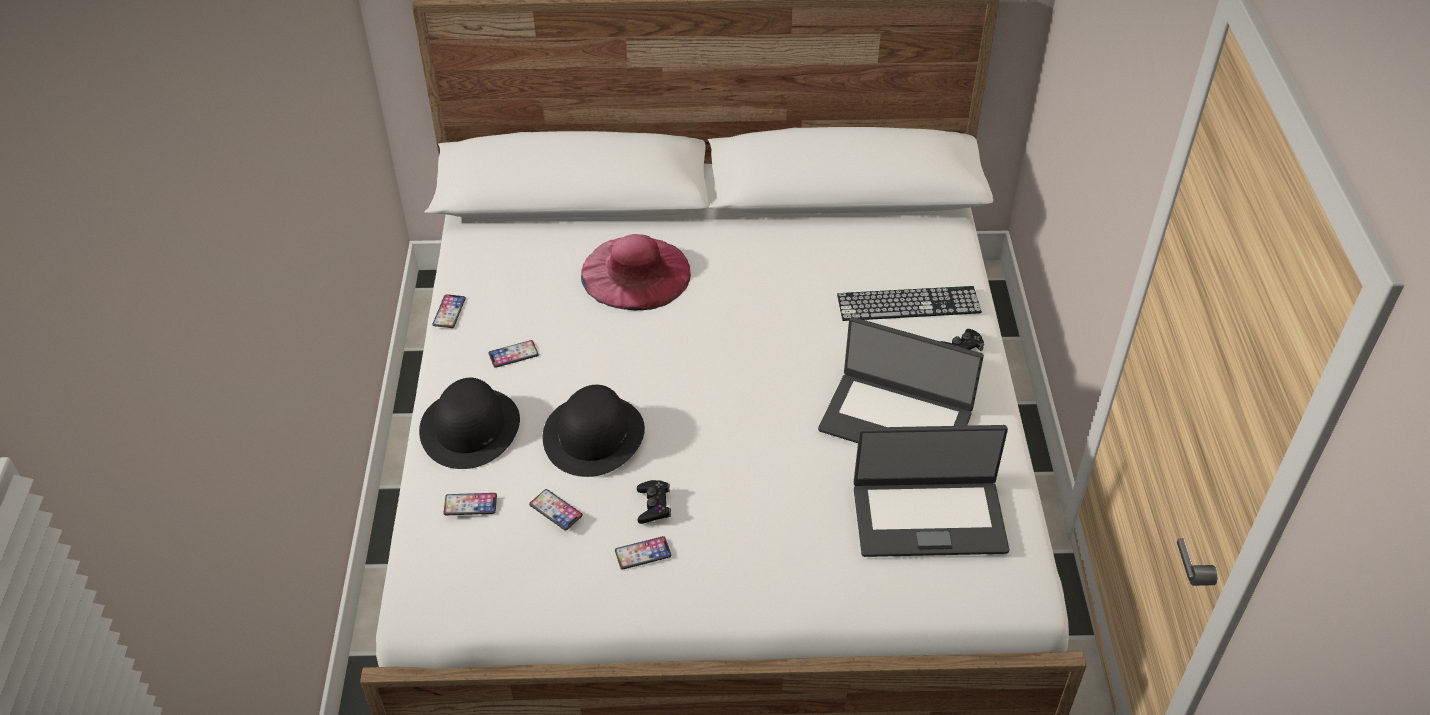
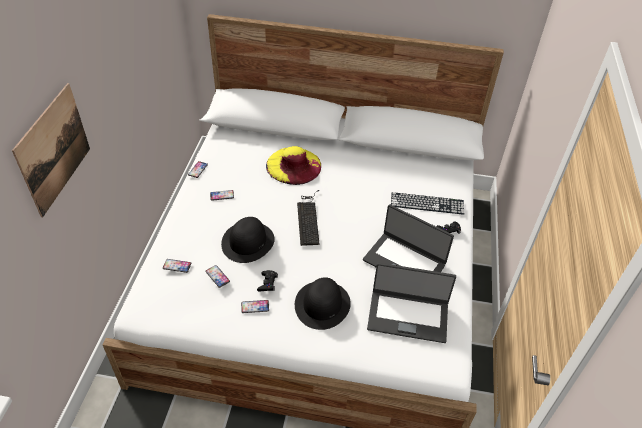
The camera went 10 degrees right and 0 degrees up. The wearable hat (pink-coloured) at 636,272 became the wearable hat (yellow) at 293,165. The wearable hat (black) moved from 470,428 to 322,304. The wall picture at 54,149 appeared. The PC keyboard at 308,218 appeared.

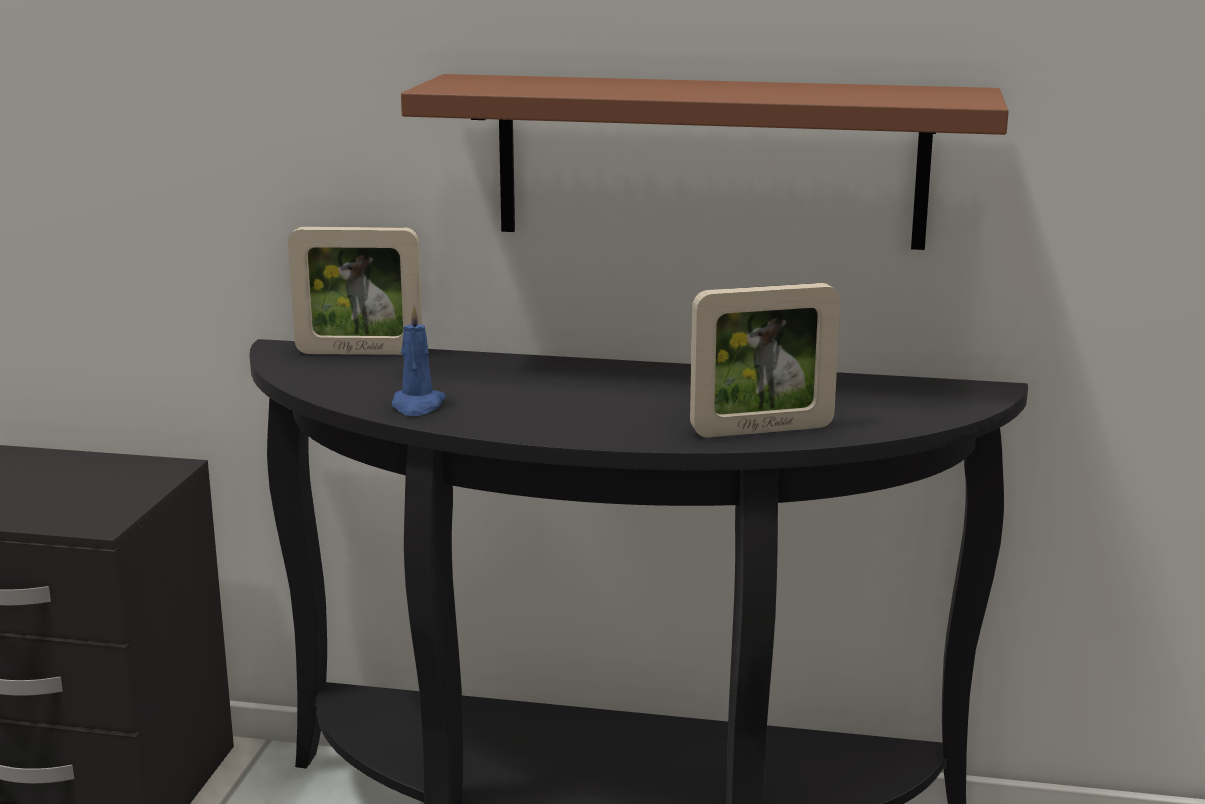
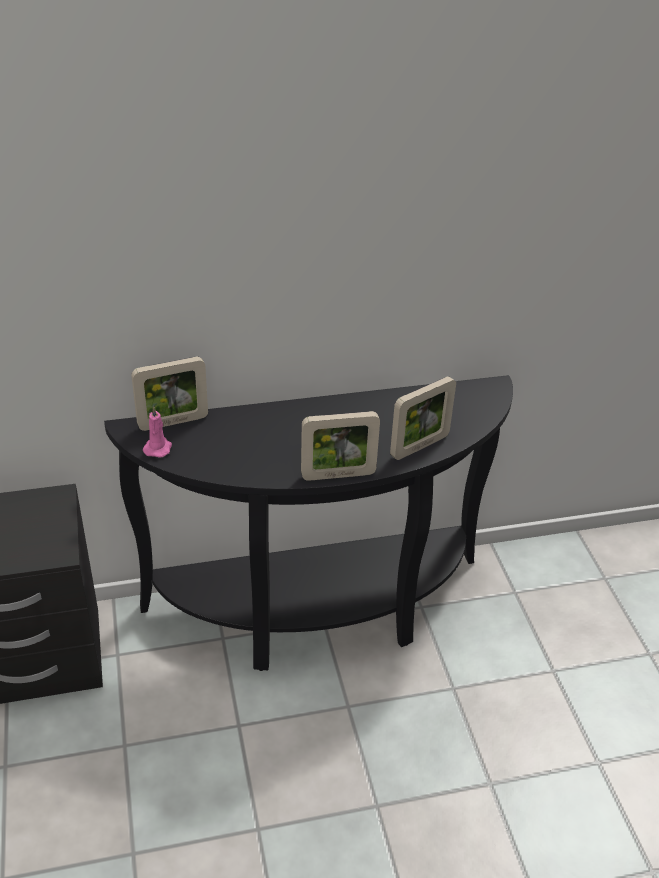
The camera went 25 degrees left and 20 degrees up. The bracket shelf (brown-coloured) at 710,161 disappeared. The candle (blue) at 417,406 disappeared. The candle (pink-coloured) at 158,448 appeared. The photo frame at 338,475 appeared.

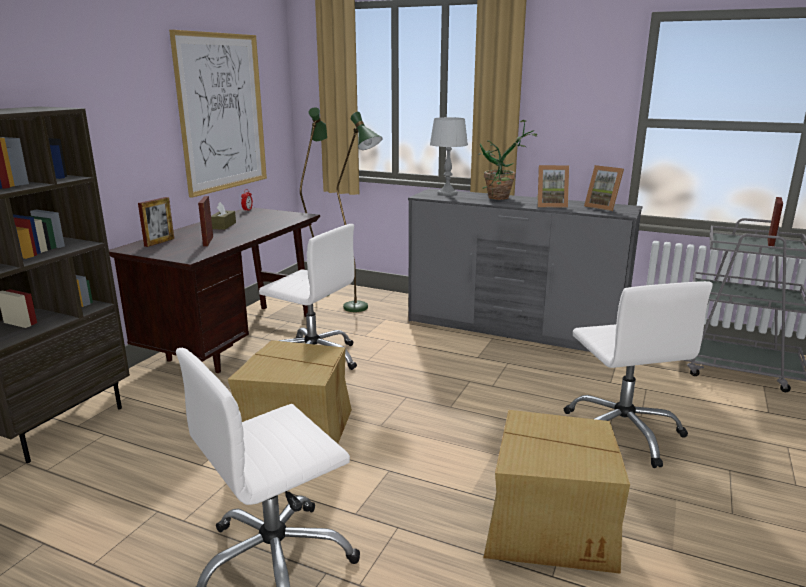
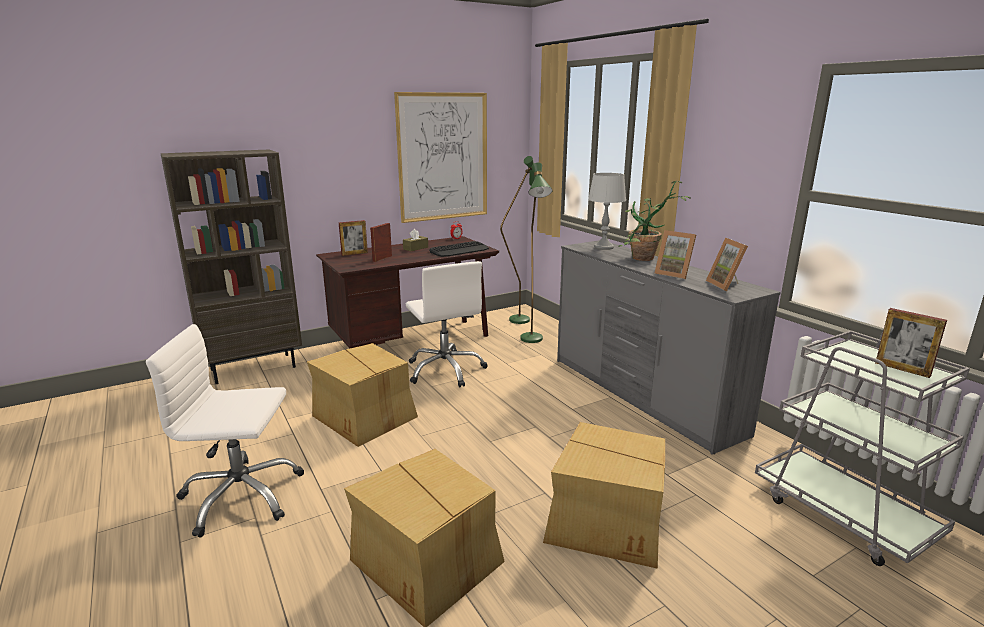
The camera went 35 degrees right and 0 degrees up. The photo frame at 770,244 turned 75 degrees clockwise. The office chair (white-coloured) at 622,432 was replaced by the cardboard box at 606,522. The PC keyboard at 459,250 appeared.

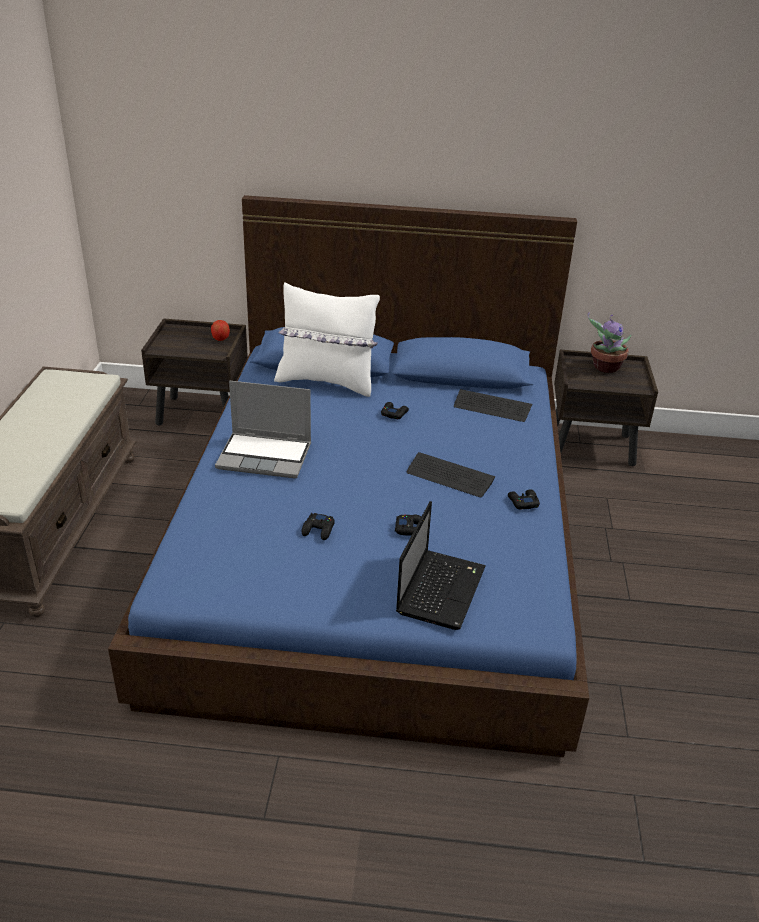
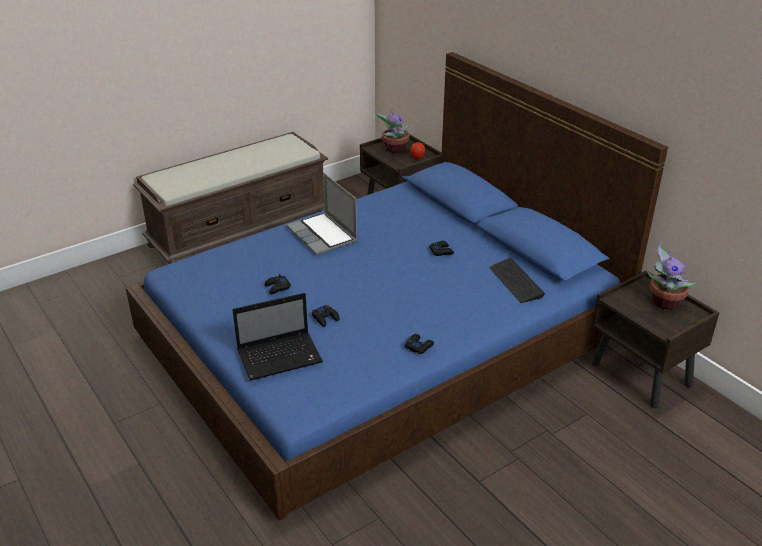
The camera went 50 degrees right and 0 degrees up. The throw pillow (white-coloured) at 327,382 disappeared. The PC keyboard at 449,476 disappeared. The houseplant at 394,149 appeared.

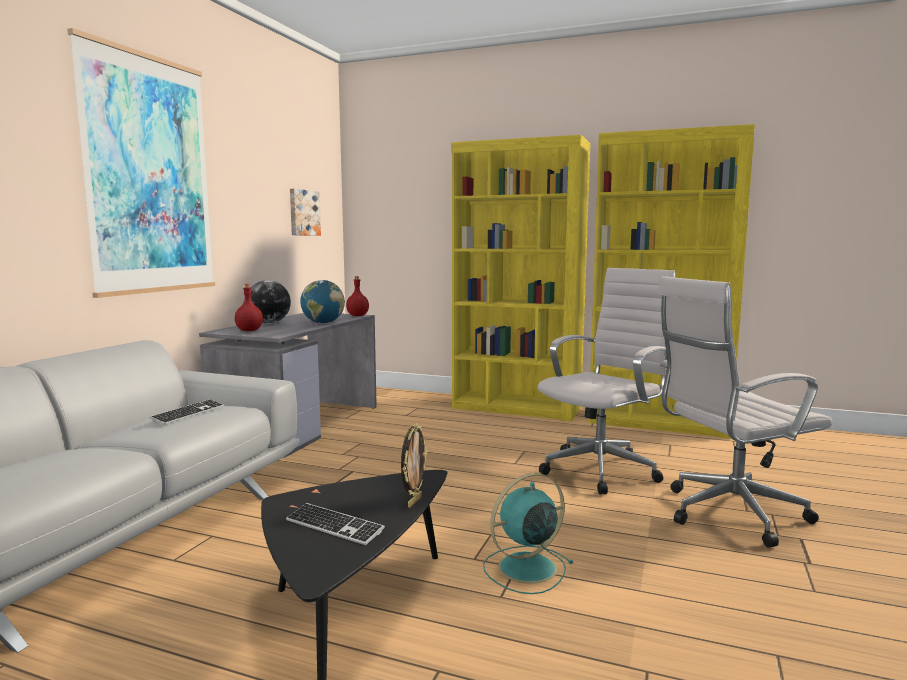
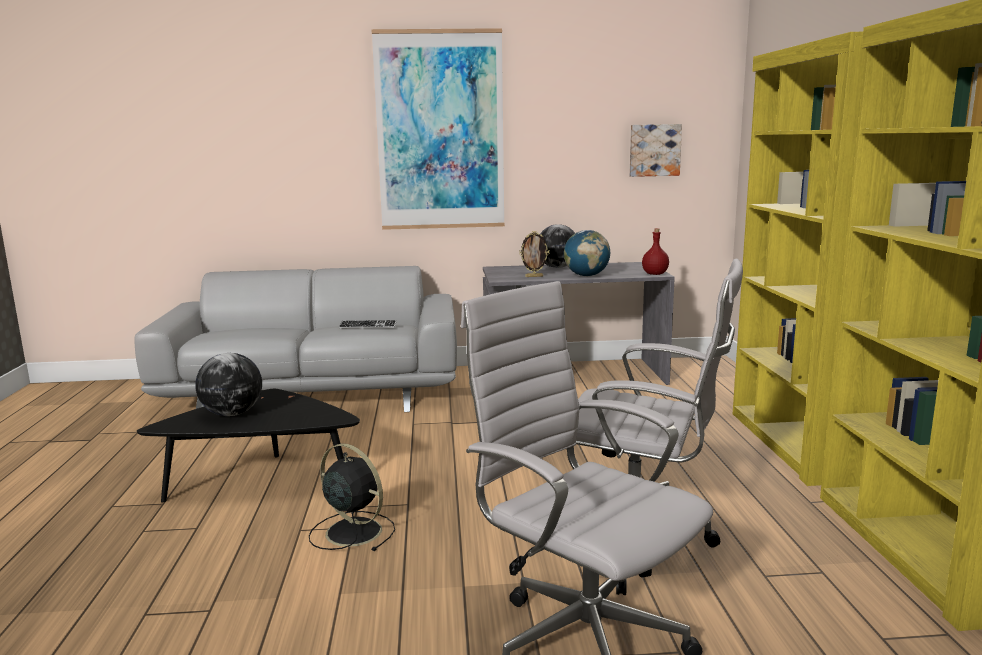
The camera went 65 degrees right and 5 degrees up. The beverage bottle (red) at 249,330 disappeared. The photo frame moved from 414,501 to 534,276. The fan (turquoise) at 525,568 became the fan (black) at 352,531. The PC keyboard at 334,526 was replaced by the desk globe at 232,414.

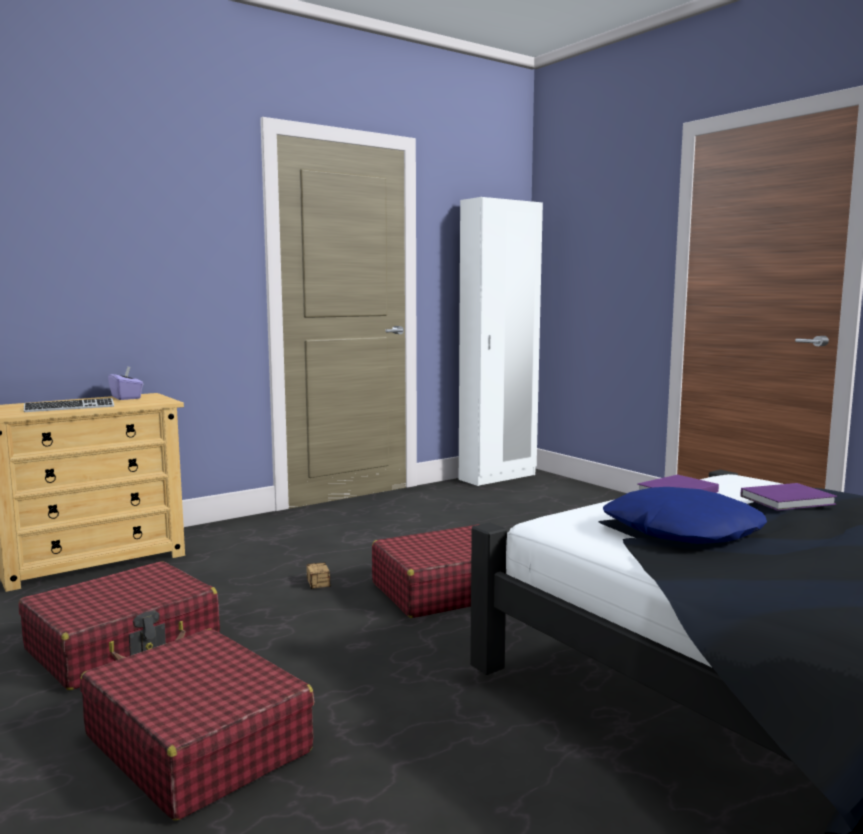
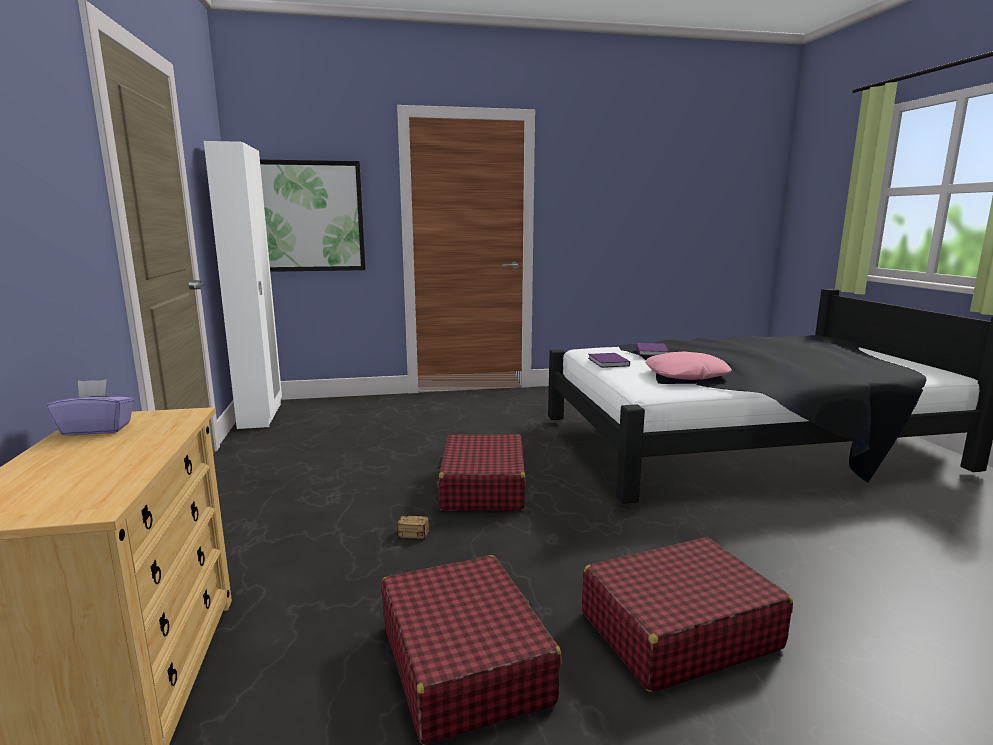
The camera went 65 degrees left and 5 degrees up. The PC keyboard at 69,407 disappeared. The throw pillow (blue) at 681,531 became the throw pillow (pink-coloured) at 686,375. The wall picture at 308,216 appeared.

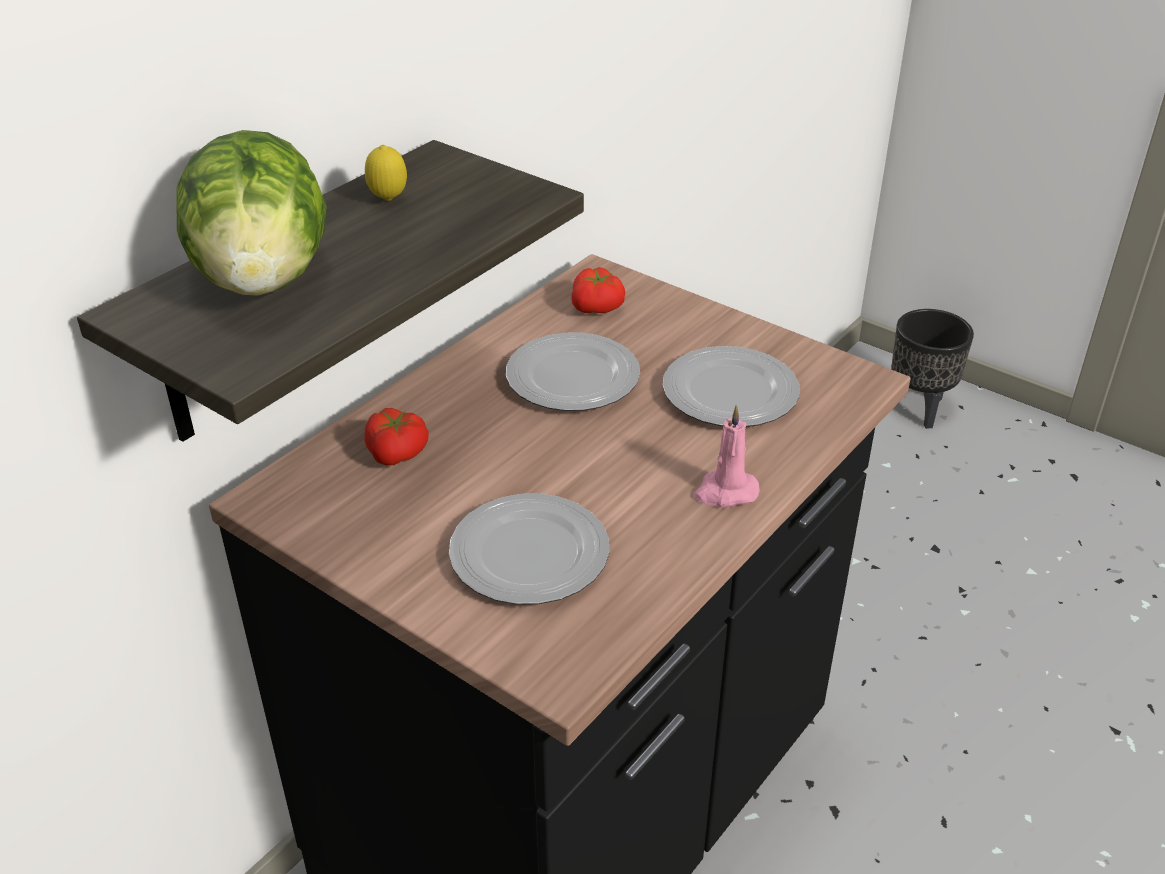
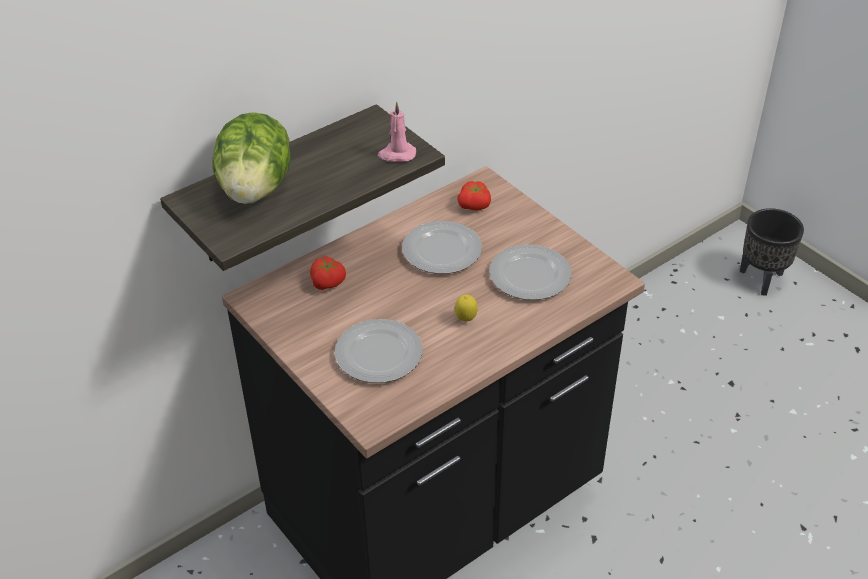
The camera went 15 degrees right and 5 degrees up. The lemon moved from 388,200 to 466,320. The candle (pink-coloured) moved from 725,492 to 396,154.

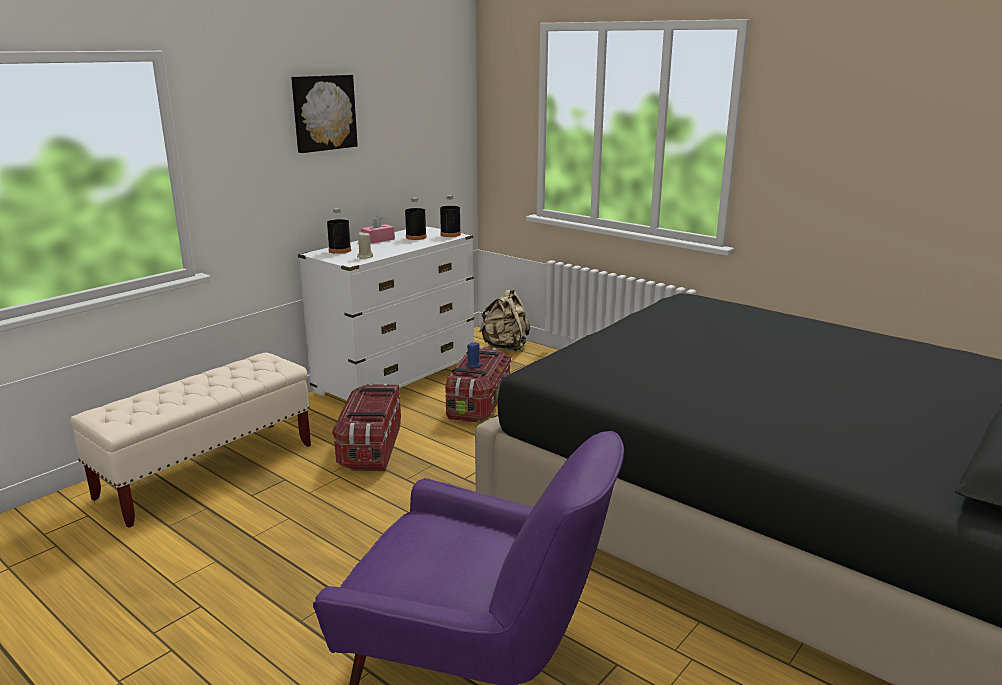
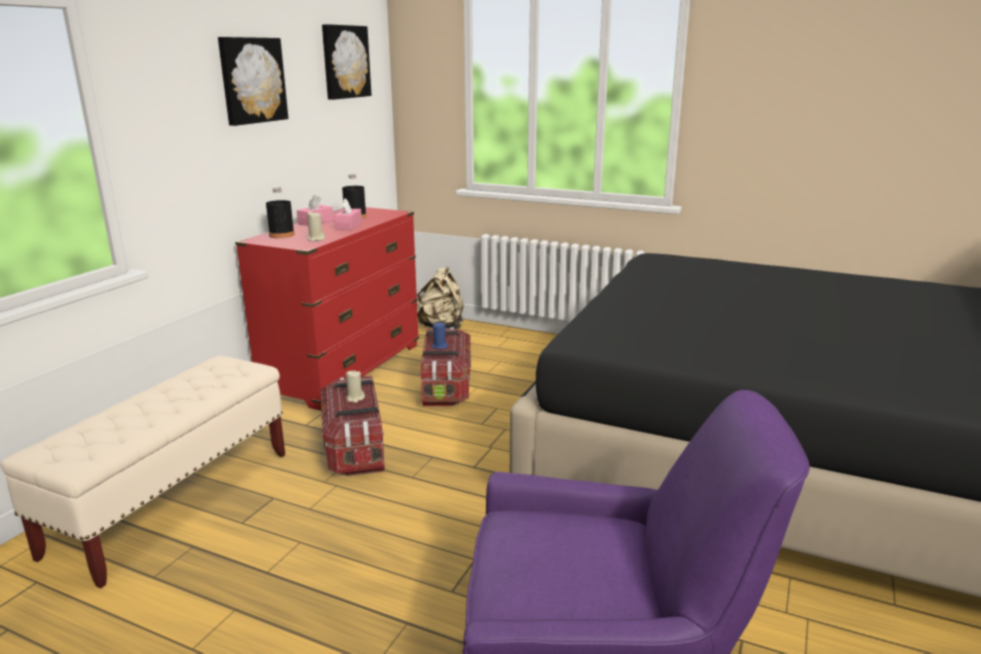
The camera went 15 degrees left and 0 degrees up. The beverage bottle (black) at 450,234 disappeared. The drawer chest (white-coloured) at 396,377 became the drawer chest (red) at 344,370. The wall picture at 344,62 appeared. The tissue box (pink-coloured) at 348,226 appeared. The candle (beige) at 355,398 appeared.

